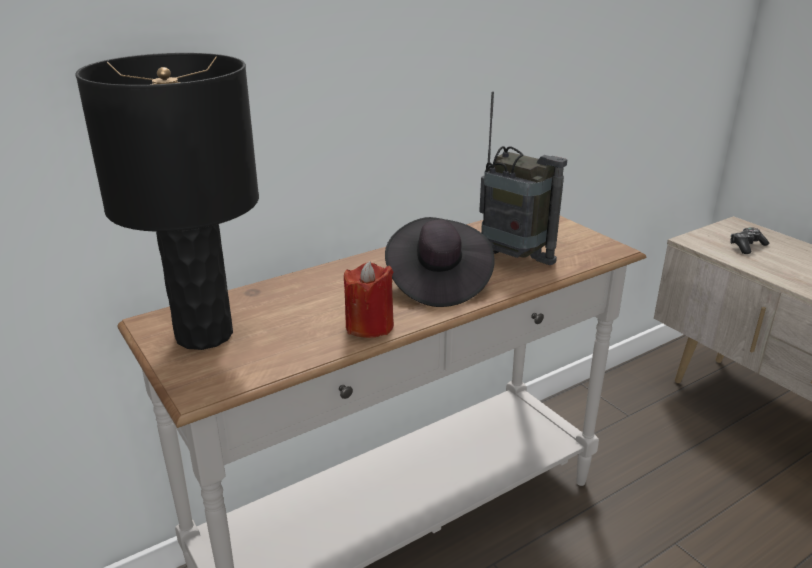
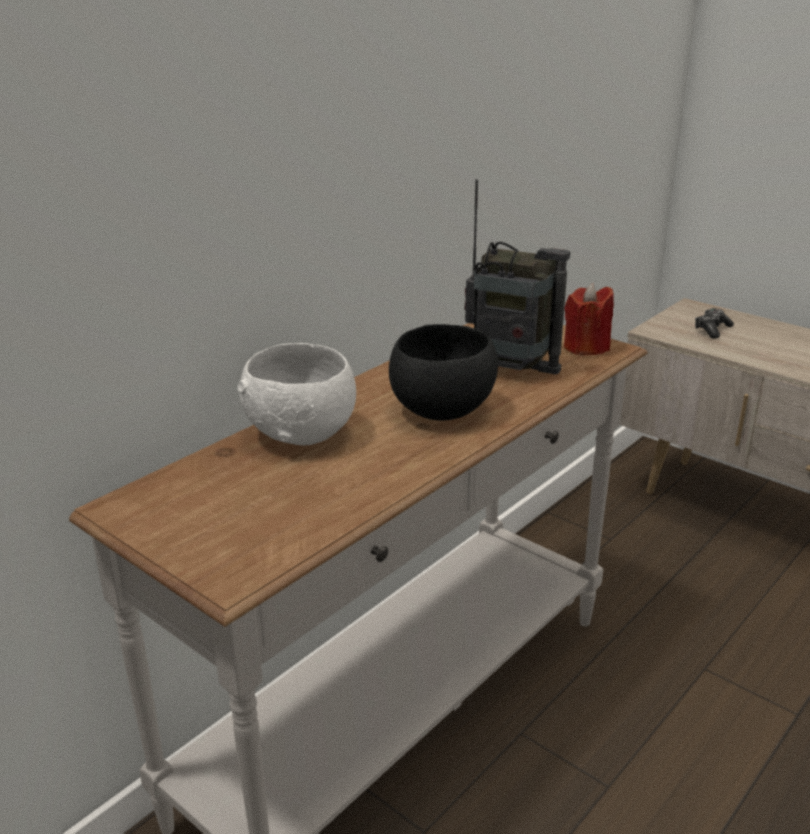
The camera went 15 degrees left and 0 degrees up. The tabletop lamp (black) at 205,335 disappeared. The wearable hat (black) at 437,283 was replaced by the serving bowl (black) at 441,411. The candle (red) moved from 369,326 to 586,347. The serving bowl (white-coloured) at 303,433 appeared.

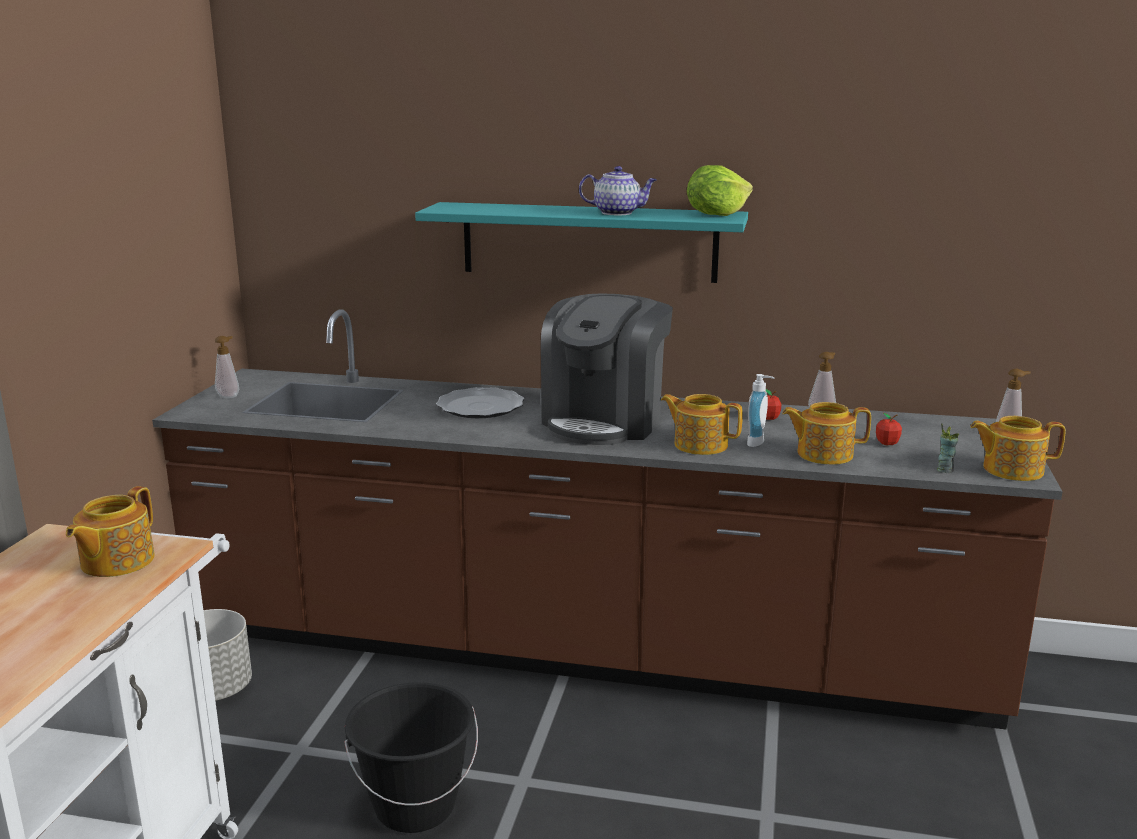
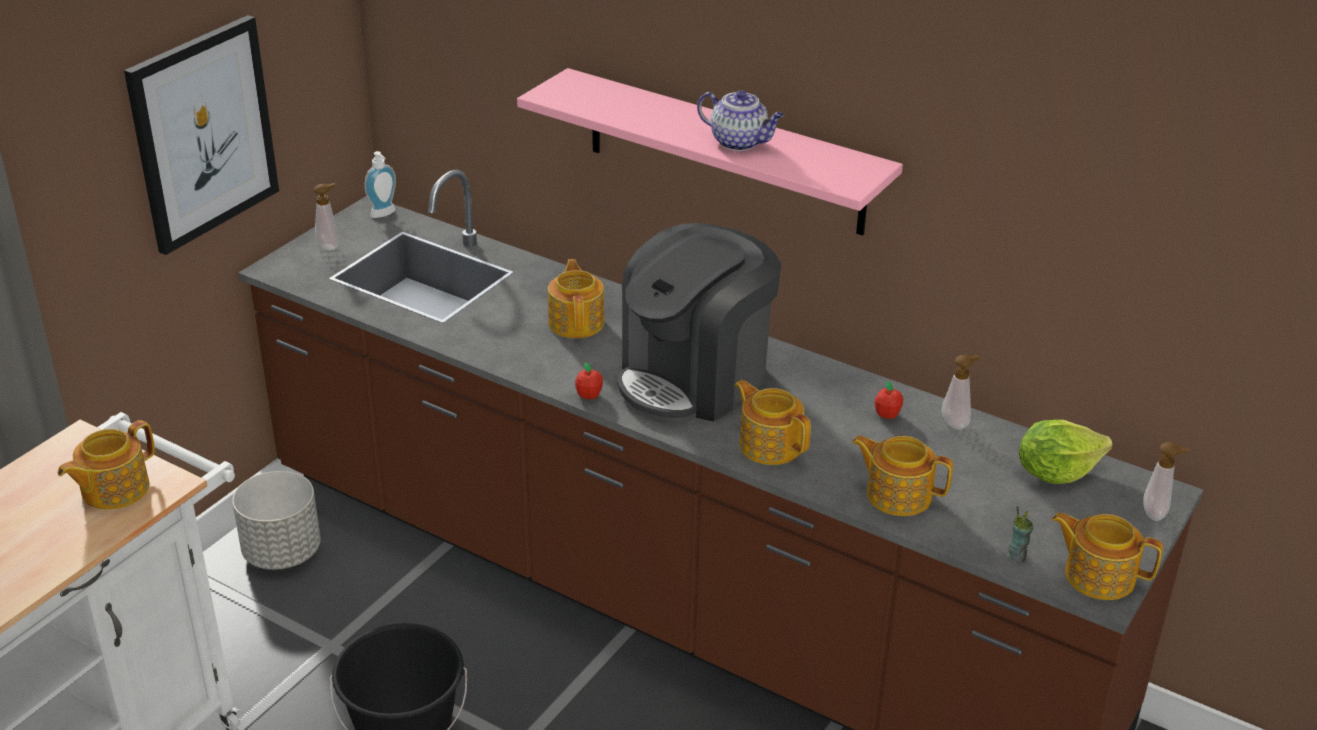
The camera went 20 degrees right and 15 degrees up. The head of lettuce moved from 716,215 to 1055,472. The bracket shelf (turquoise) at 588,242 became the bracket shelf (pink-coloured) at 724,152. The liquid soap bottle moved from 758,443 to 385,214. The flat dish at 481,407 was replaced by the teapot at 577,322. The whole apple moved from 887,443 to 589,395. The wall picture at 203,133 appeared.

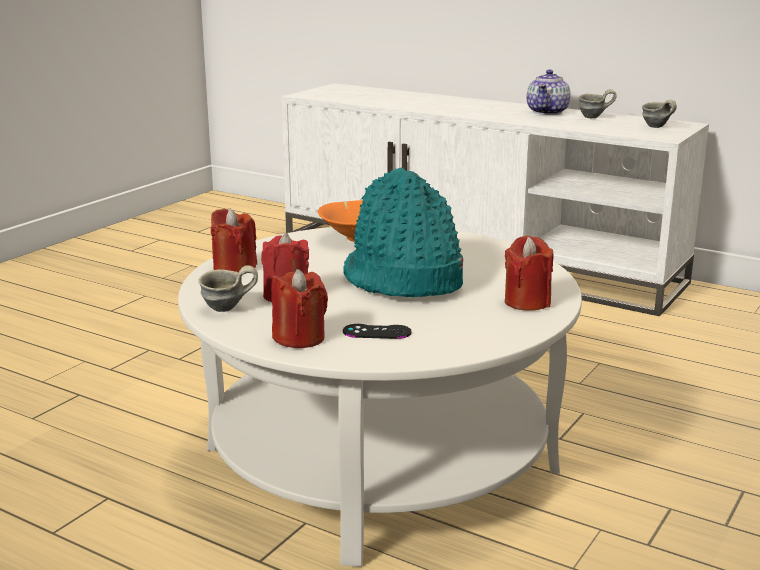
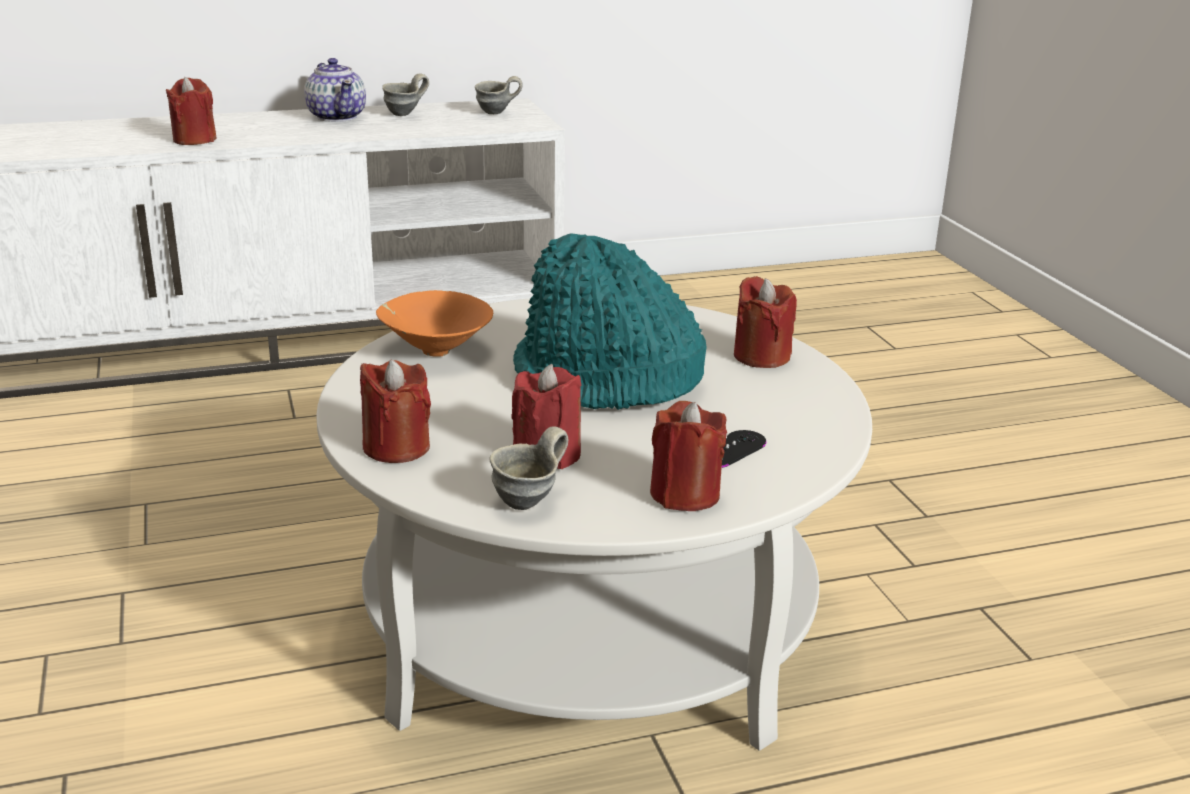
The camera went 50 degrees left and 5 degrees up. The candle (red) at 194,140 appeared.

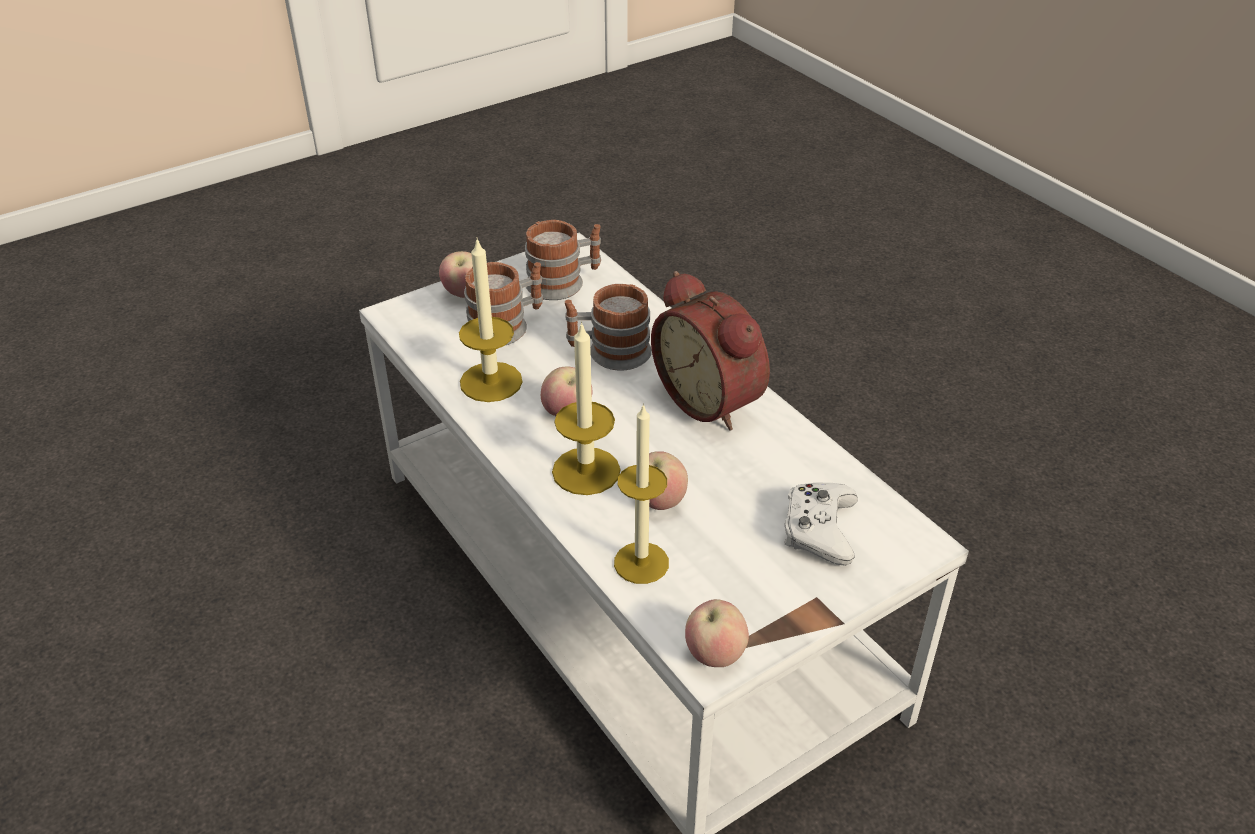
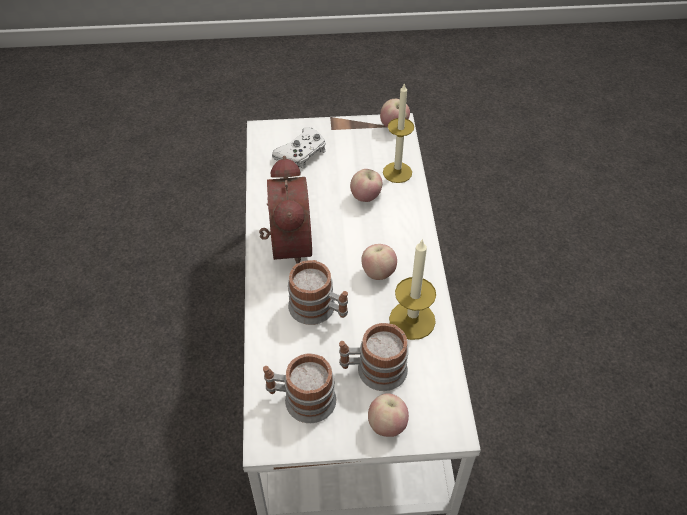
The camera went 150 degrees left and 10 degrees up. The candle at 586,471 disappeared.

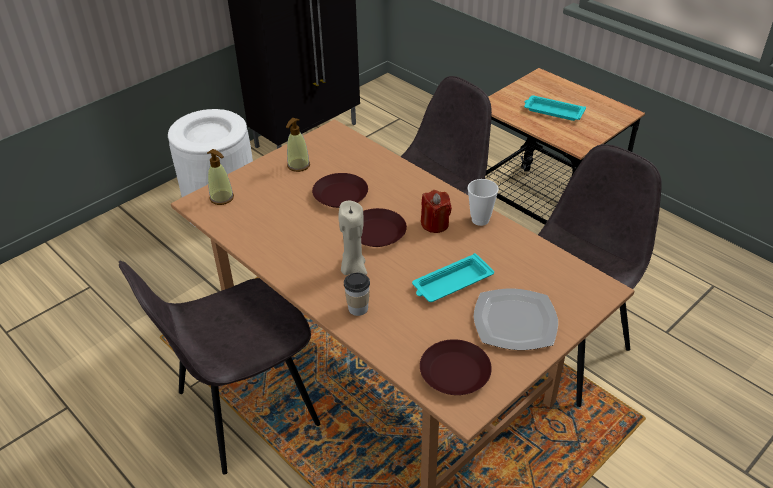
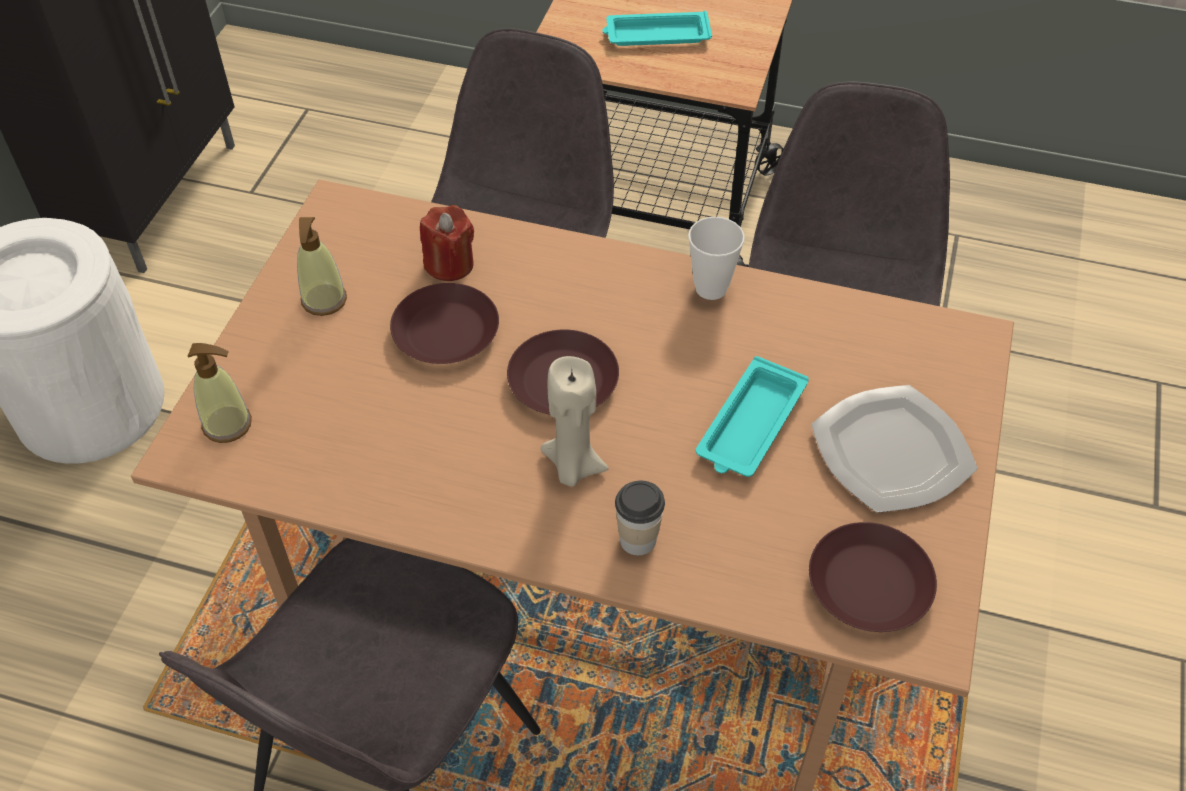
The camera went 30 degrees left and 10 degrees up. The candle (red) moved from 435,224 to 449,264.

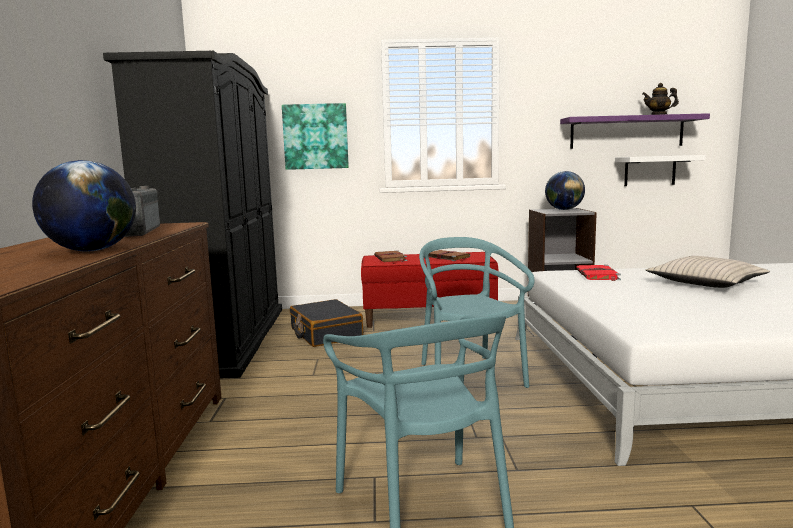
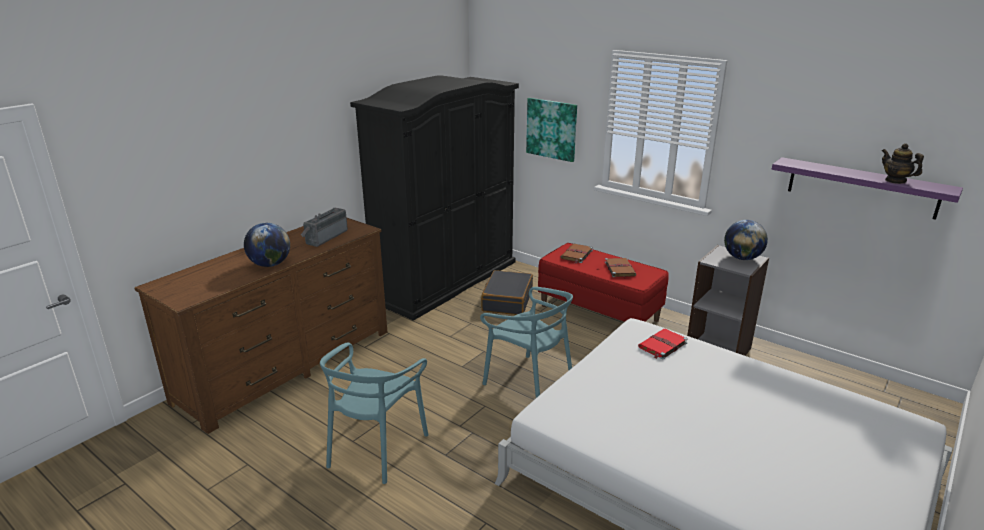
The camera went 40 degrees right and 15 degrees up. The bracket shelf (white-coloured) at 650,171 disappeared. The upright chair (turquoise) at 468,376 turned 105 degrees clockwise. The throw pillow (beige) at 705,283 disappeared.

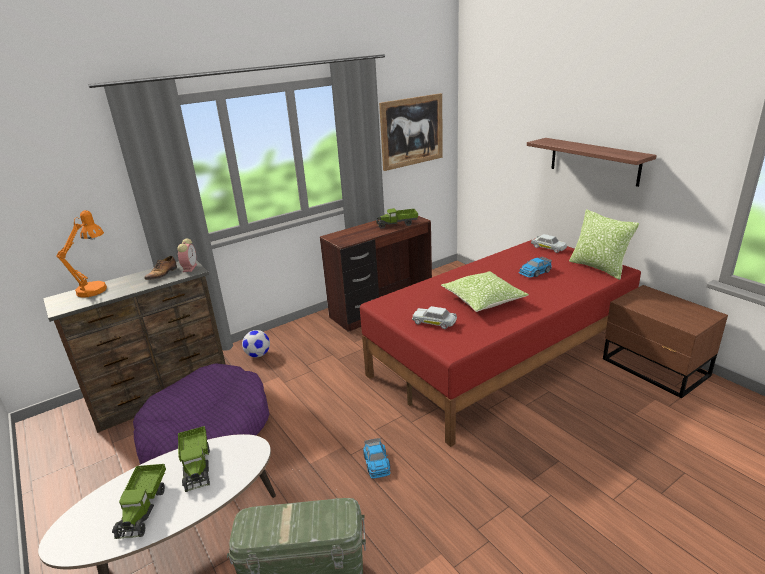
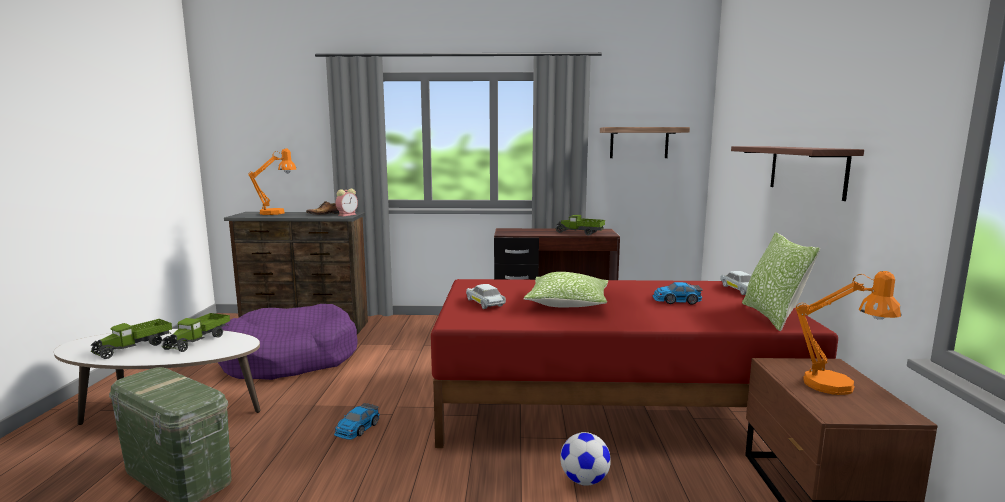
The camera went 35 degrees right and 15 degrees down. The wall picture at 412,131 was replaced by the bracket shelf at 639,142. The ball for football moved from 258,355 to 584,480. The tabletop lamp (orange-coloured) at 839,387 appeared.

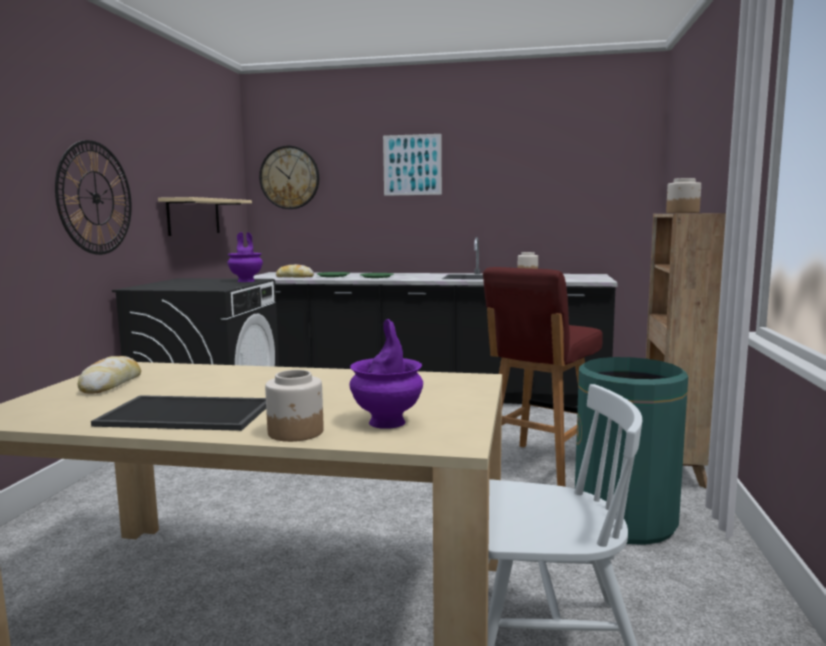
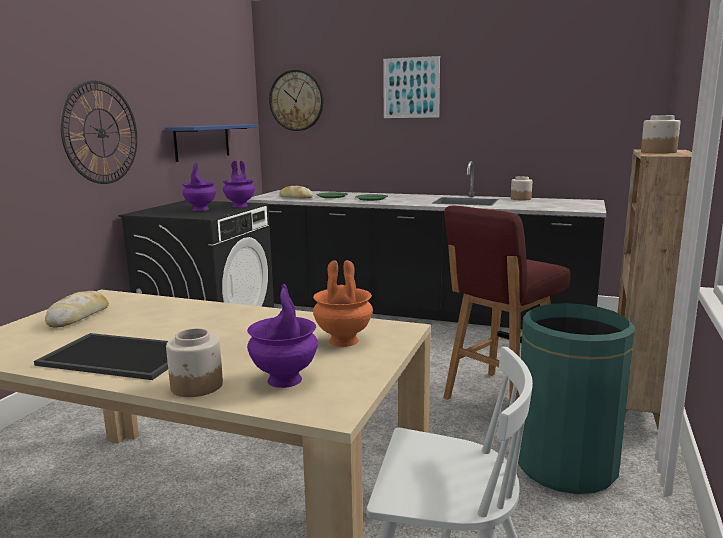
The camera went 10 degrees right and 5 degrees up. The bracket shelf (beige) at 194,216 became the bracket shelf (blue) at 202,142. The vase (purple) at 200,209 appeared. The vase (orange-coloured) at 342,341 appeared.

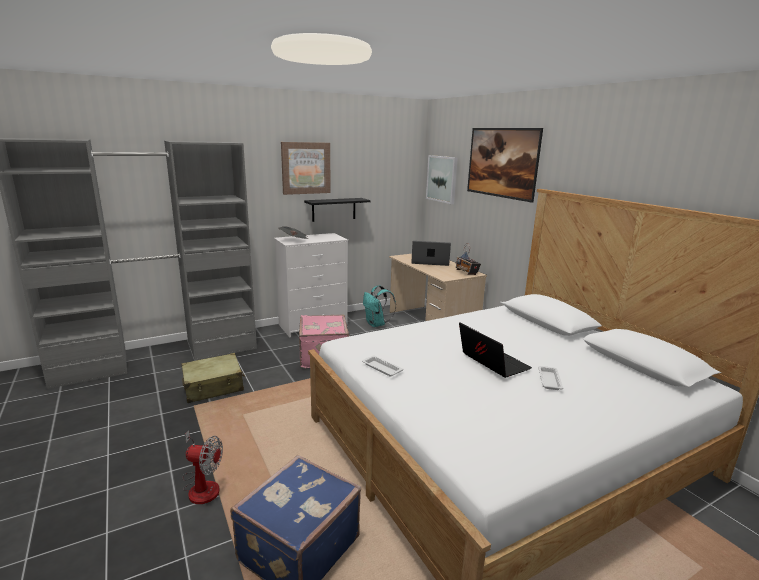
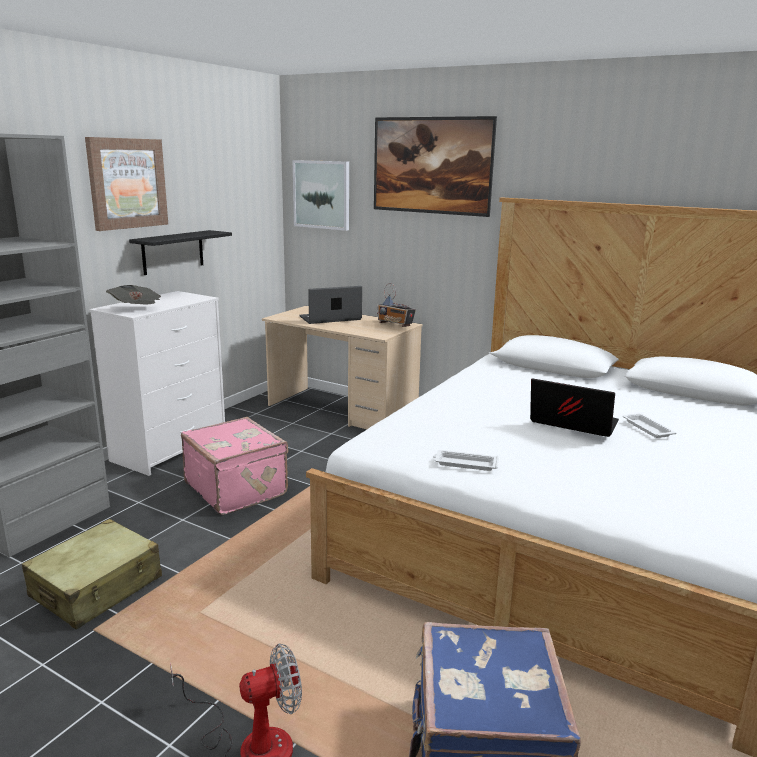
The camera went 30 degrees left and 0 degrees up. The knapsack (turquoise) at 376,324 disappeared.

